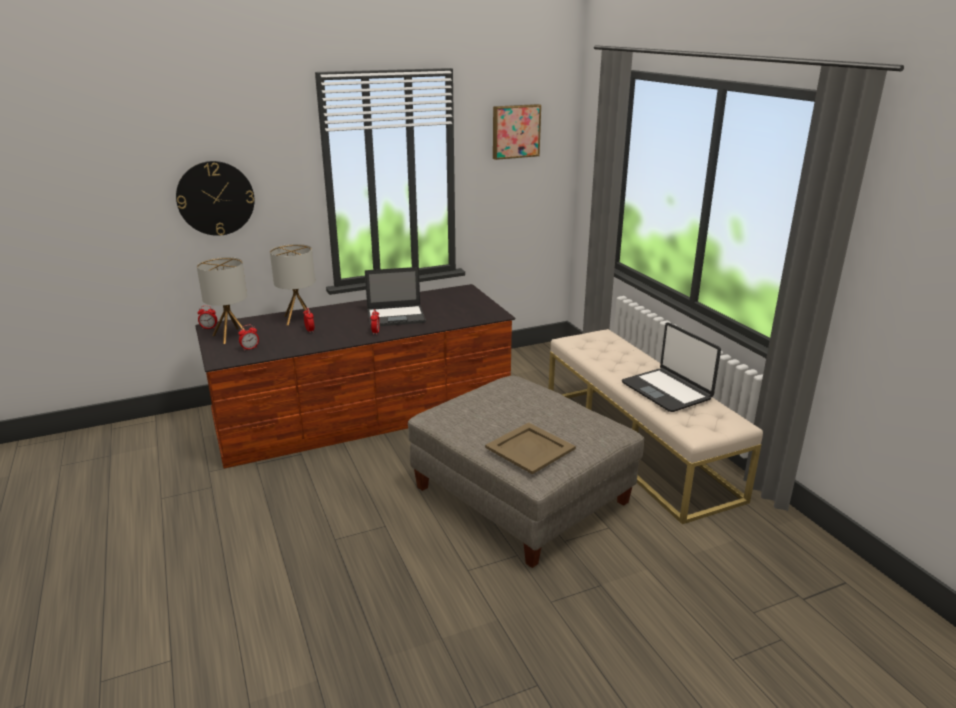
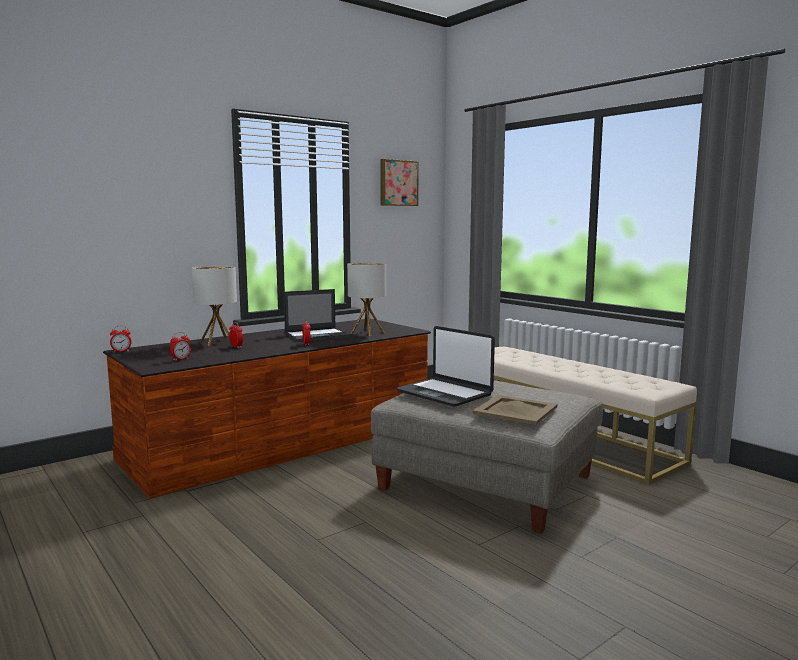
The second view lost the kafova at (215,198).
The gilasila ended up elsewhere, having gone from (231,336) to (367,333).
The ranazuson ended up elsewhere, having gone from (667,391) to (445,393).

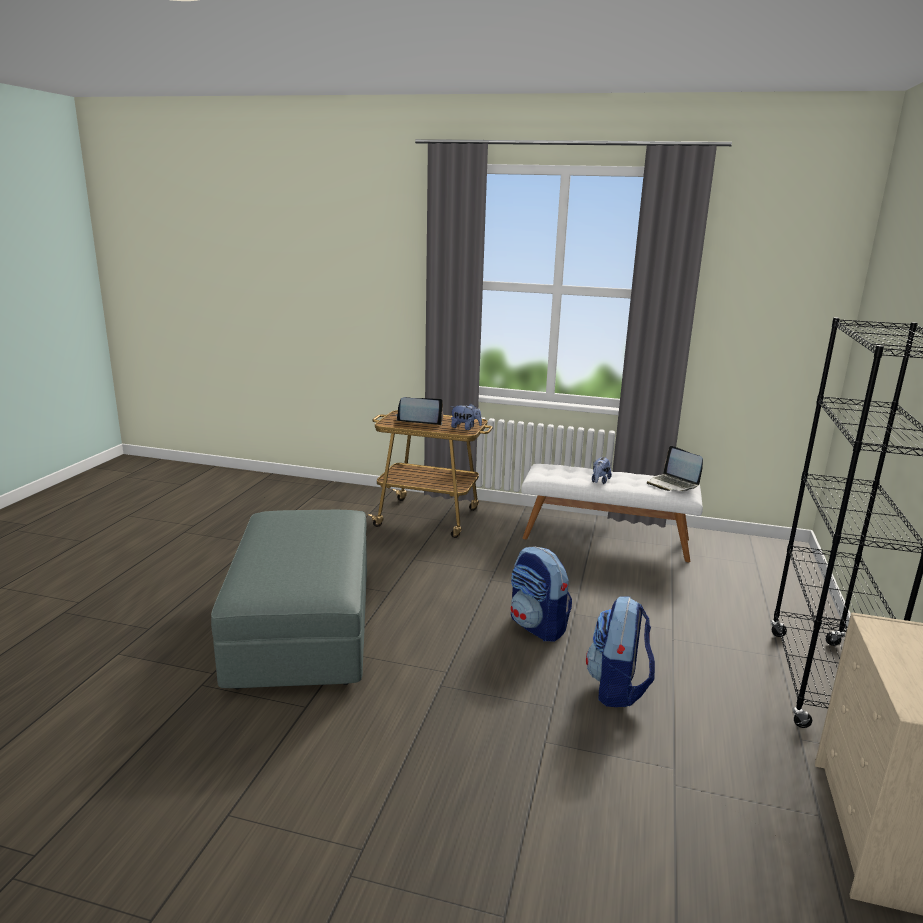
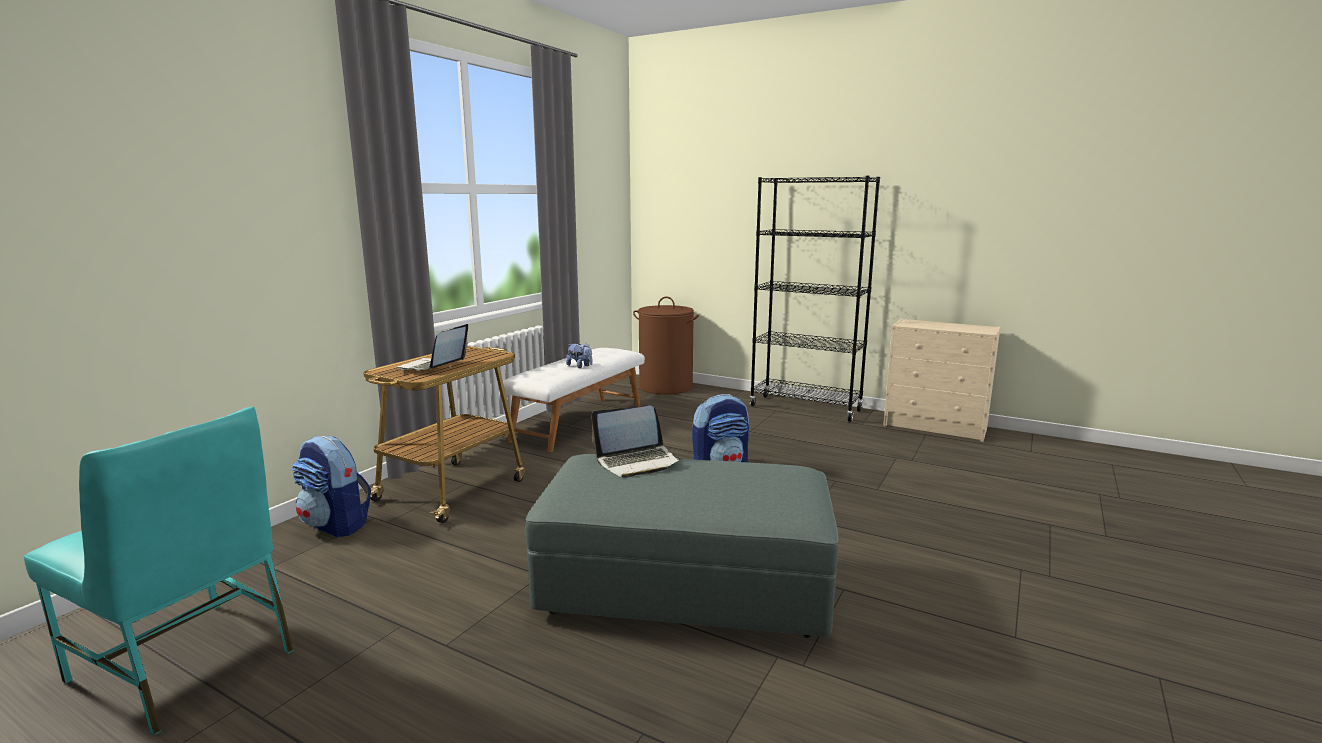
The second view lost the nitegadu at (465,428).
The ranazuson ended up elsewhere, having gone from (672,484) to (637,462).
The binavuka ended up elsewhere, having gone from (617,688) to (336,525).
The second view gained the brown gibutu at (665,387).
The second view gained the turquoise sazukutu at (186,665).

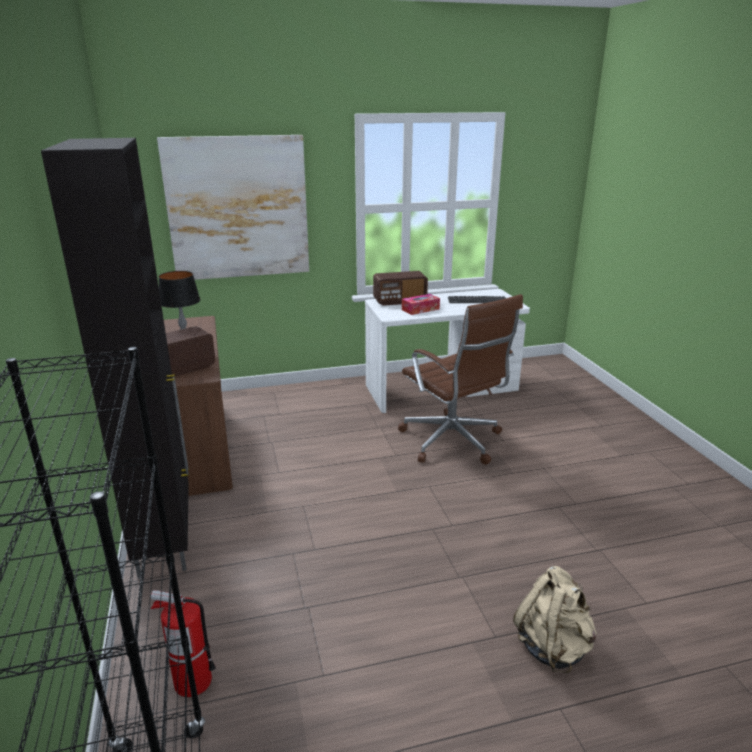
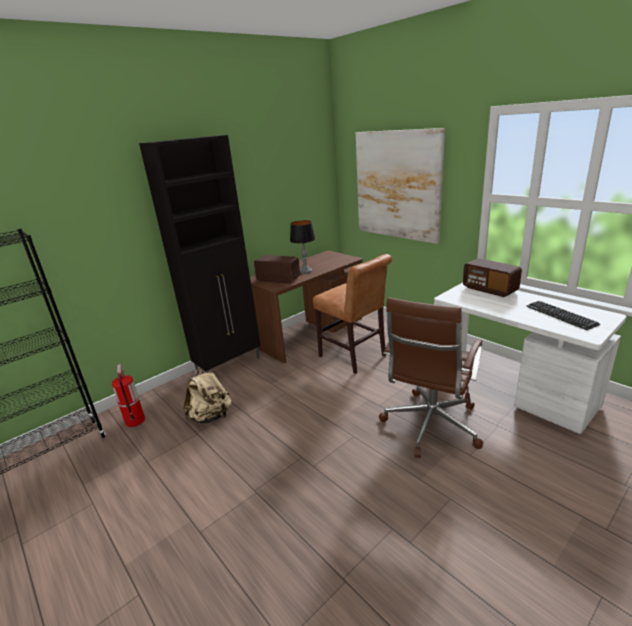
The second view lost the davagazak at (420,309).
The beige binavuka ended up elsewhere, having gone from (553,646) to (211,417).
The second view gained the brown sazukutu at (354,357).

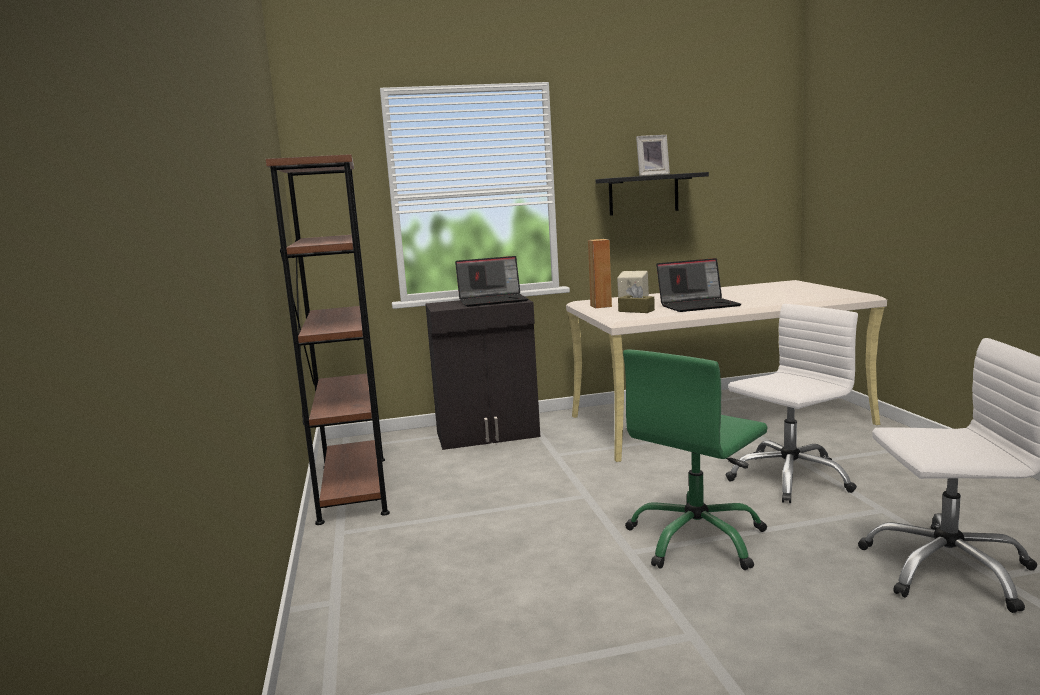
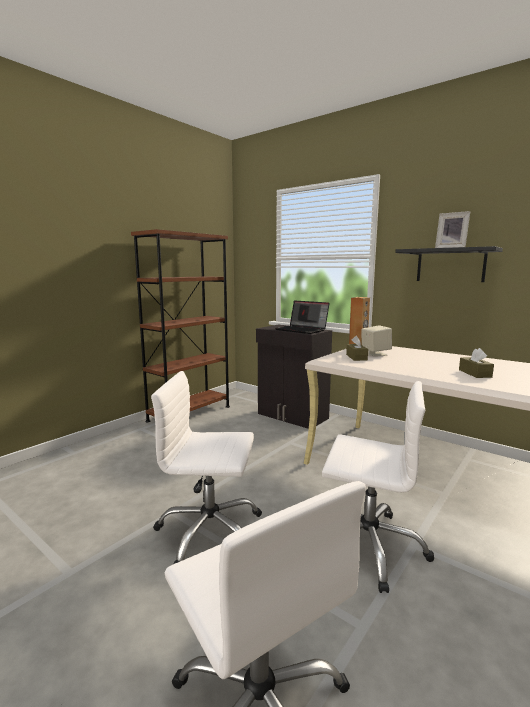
The second view lost the ranazuson at (699,305).
What was the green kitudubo at (697,539) turned into the white kitudubo at (210,532).
The second view gained the brown davagazak at (475,373).

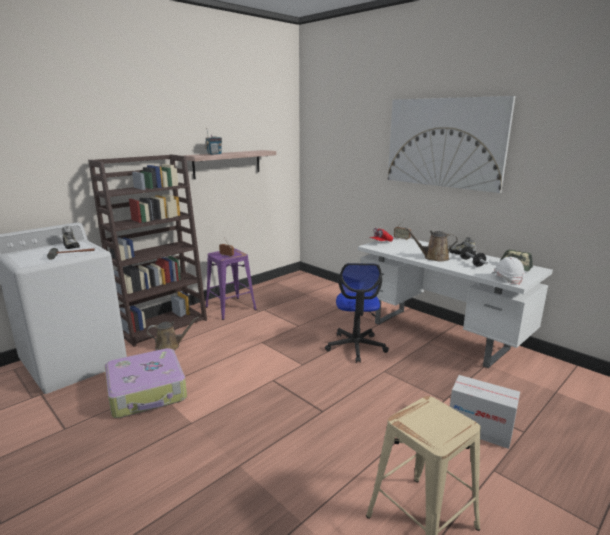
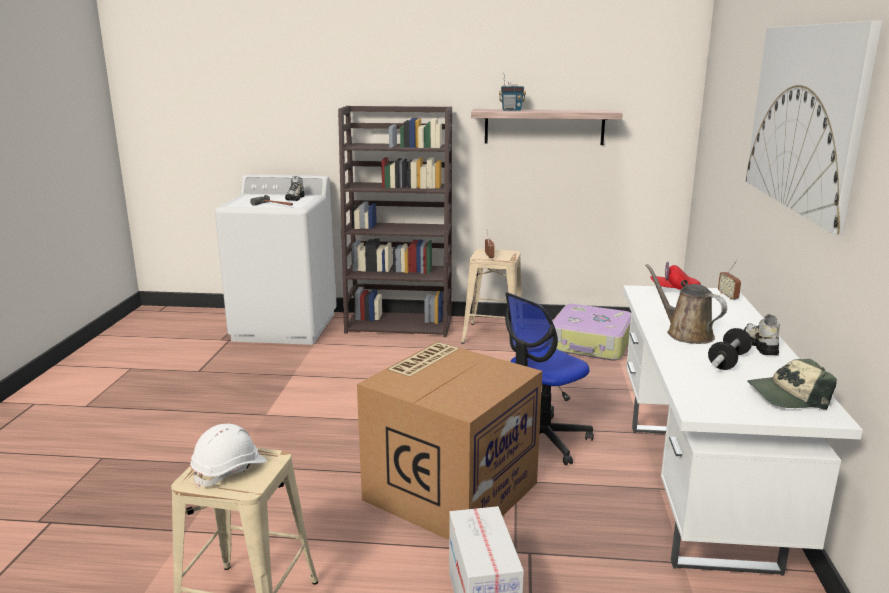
What was the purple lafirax at (230,308) turned into the beige lafirax at (493,335).
The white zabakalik ended up elsewhere, having gone from (507,278) to (230,470).
The second view lost the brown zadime at (170,346).
The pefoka ended up elsewhere, having gone from (147,392) to (591,344).
The second view gained the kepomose at (450,489).

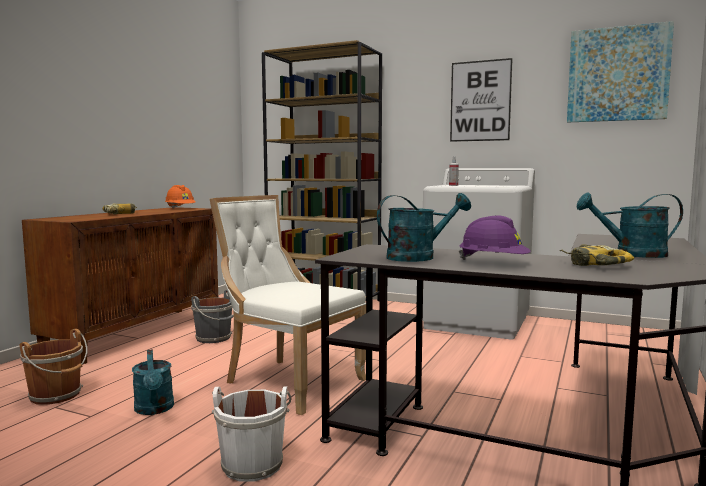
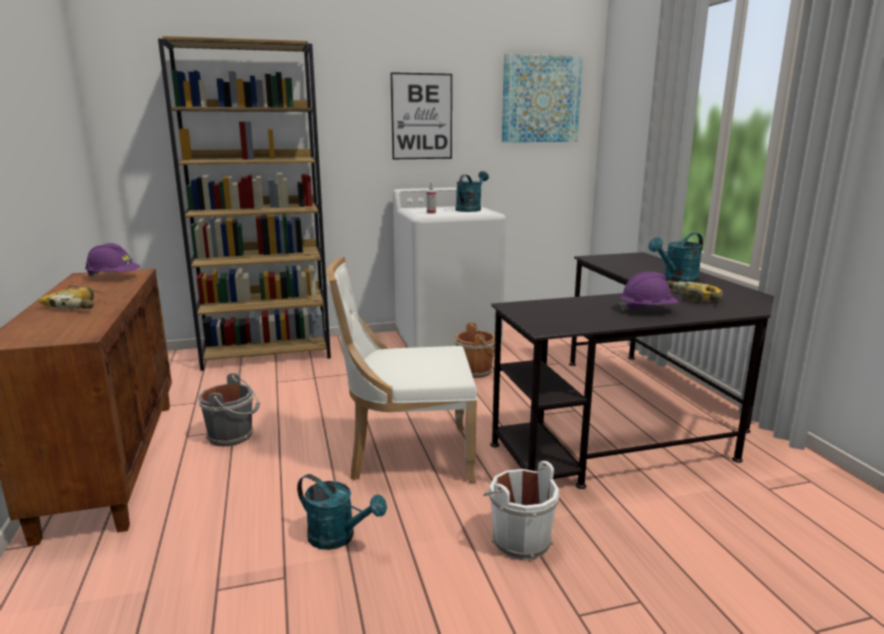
What was the orange zabakalik at (180,209) turned into the purple zabakalik at (113,277).
The turquoise zadime ended up elsewhere, having gone from (418,257) to (470,209).
The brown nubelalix ended up elsewhere, having gone from (57,395) to (476,371).

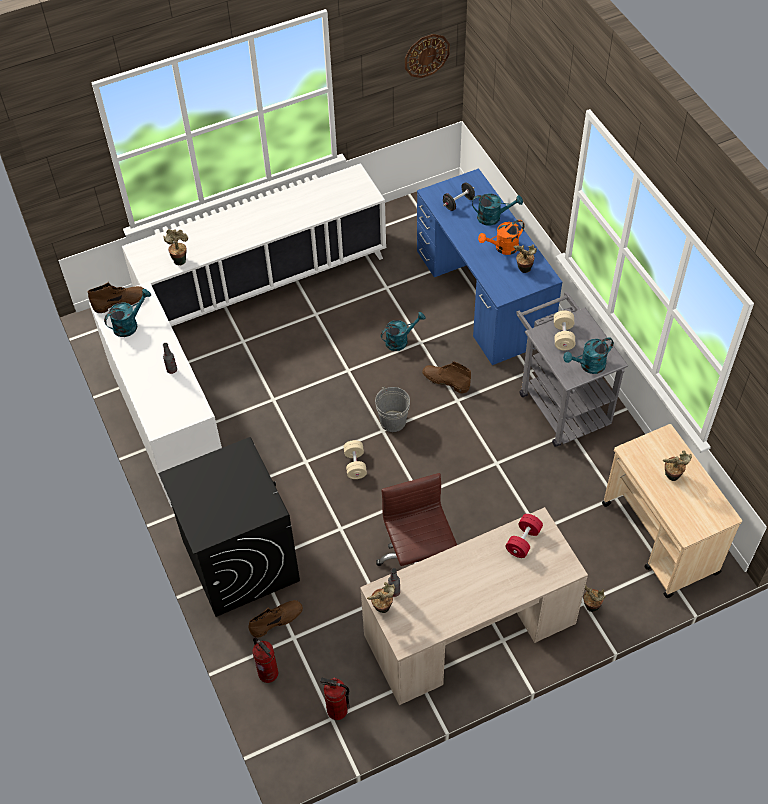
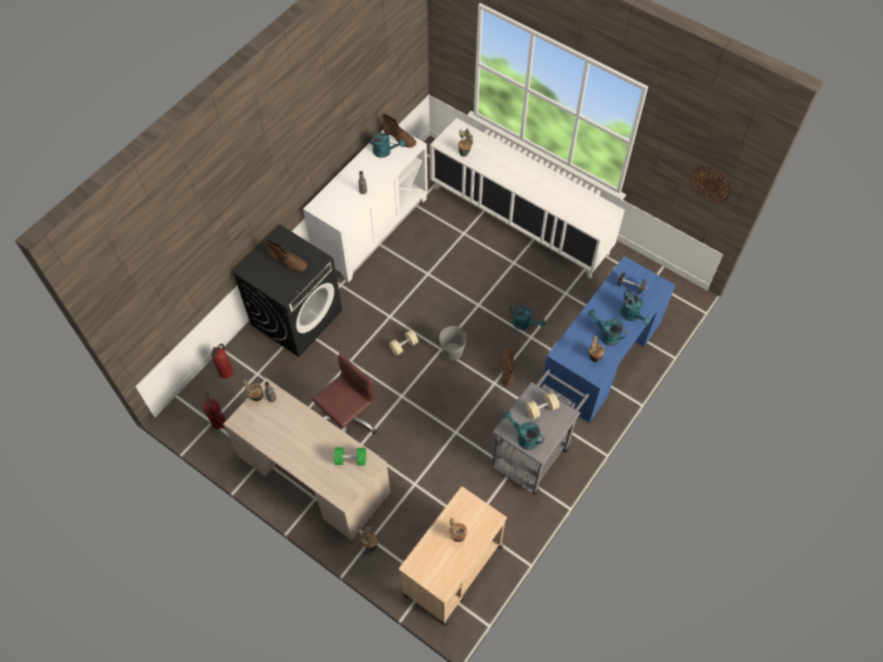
What was the orange zadime at (502,248) turned into the turquoise zadime at (605,335).
What was the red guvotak at (523,541) turned into the green guvotak at (351,459).
The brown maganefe ended up elsewhere, having gone from (276,620) to (288,261).

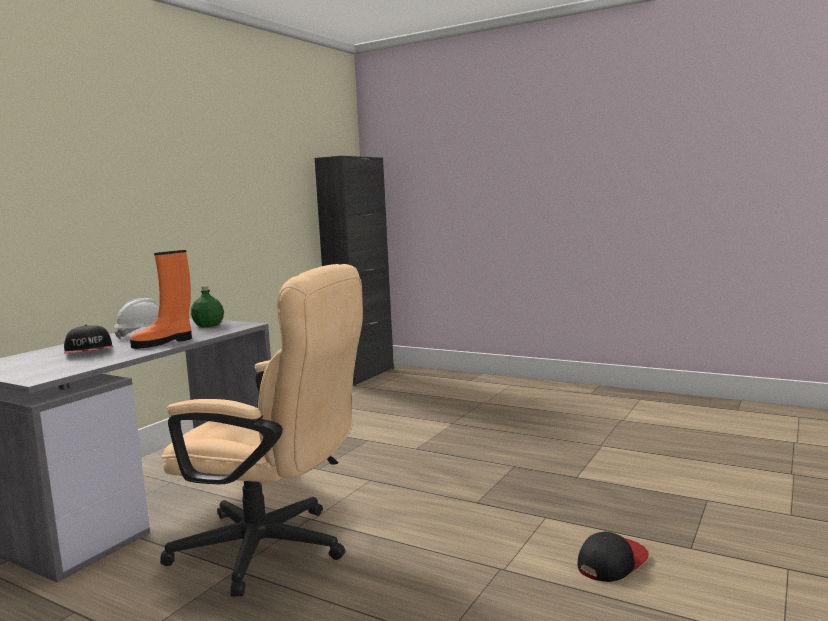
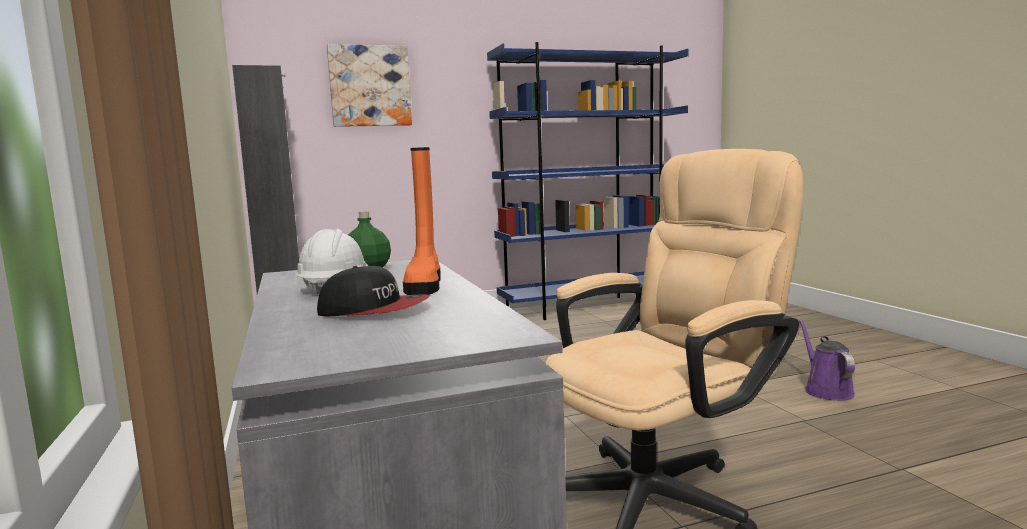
Where the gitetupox stood at (611,562), the purple zadime came to stand at (826,390).
The second view gained the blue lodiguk at (593,306).
The second view gained the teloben at (370,86).

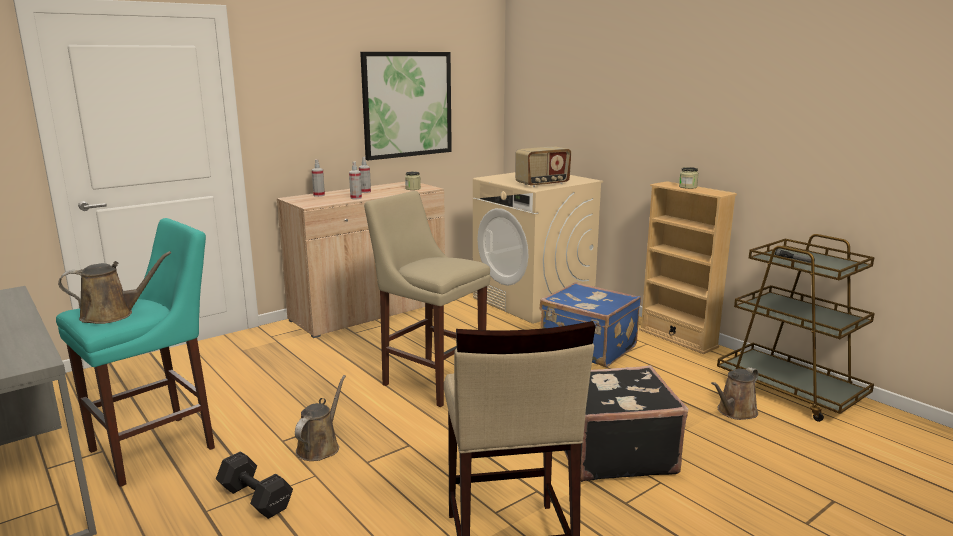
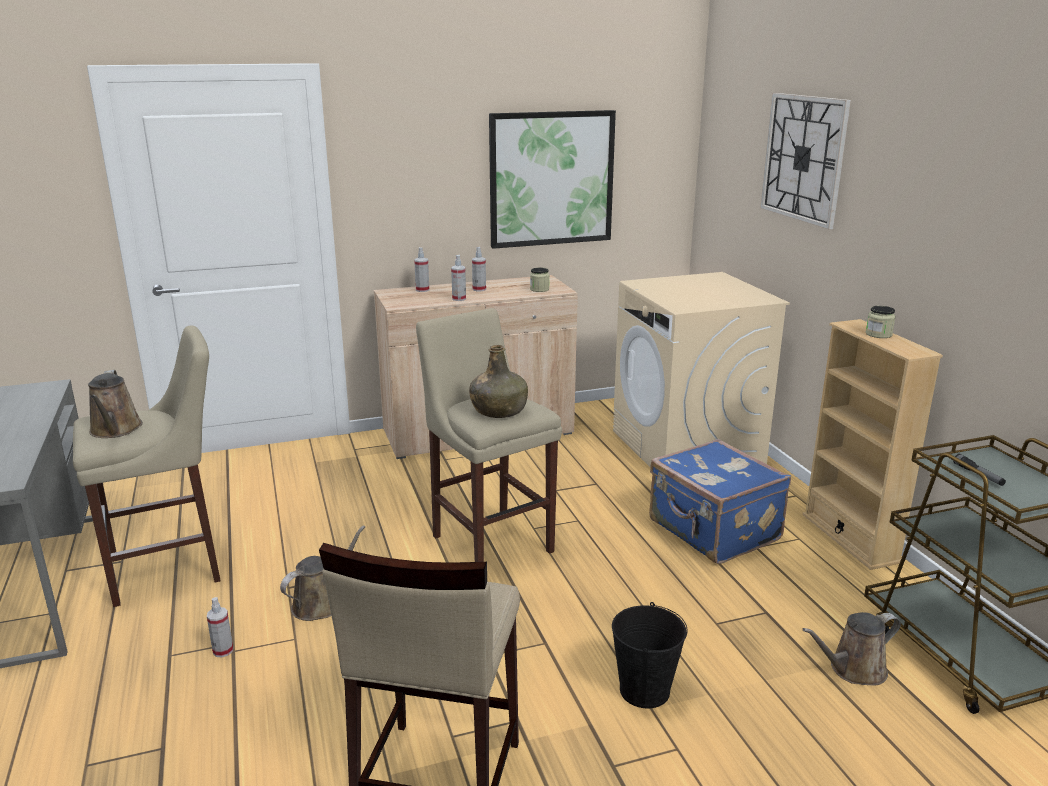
The second view lost the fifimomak at (543,184).
What was the turquoise lafirax at (159,447) turned into the beige lafirax at (172,568).
The brown zadime at (112,314) ended up facing another way, 75 degrees clockwise from before.
Where the black pefoka stood at (612,452), the black nubelalix came to stand at (644,690).
Where the black guvotak stood at (255,497), the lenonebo came to stand at (223,651).
The second view gained the kafova at (804,158).
The second view gained the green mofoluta at (499,410).

